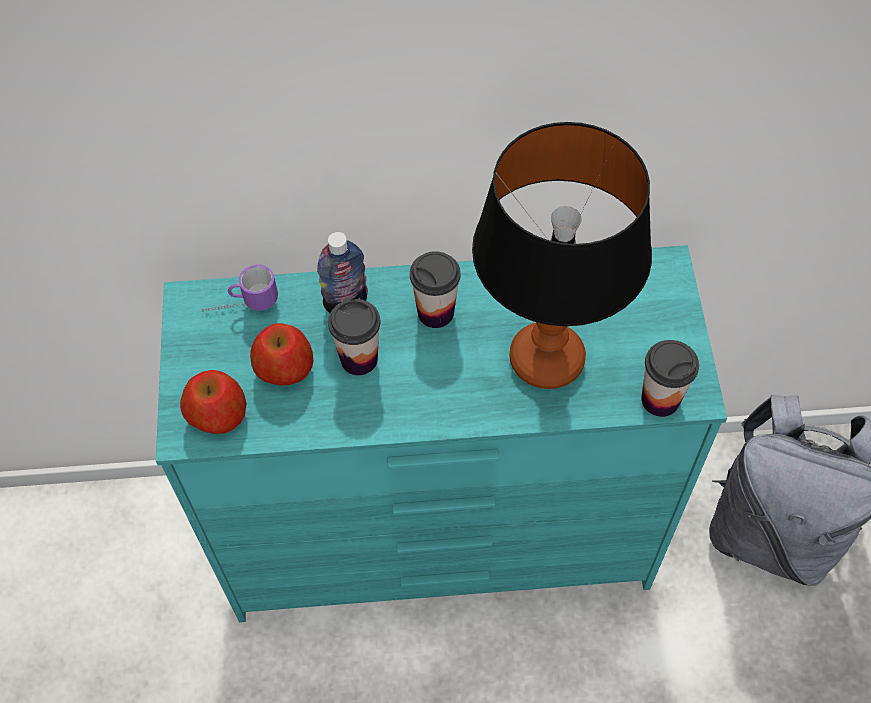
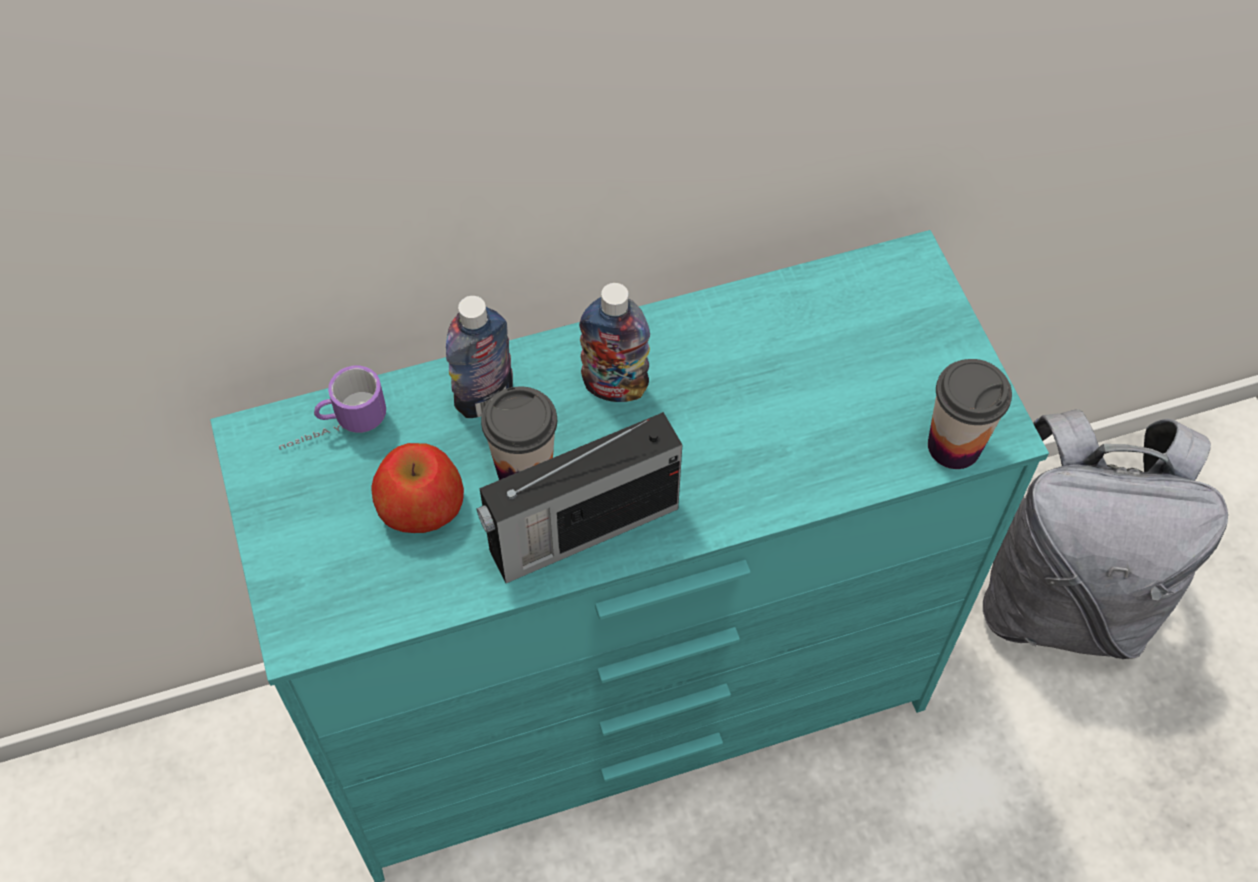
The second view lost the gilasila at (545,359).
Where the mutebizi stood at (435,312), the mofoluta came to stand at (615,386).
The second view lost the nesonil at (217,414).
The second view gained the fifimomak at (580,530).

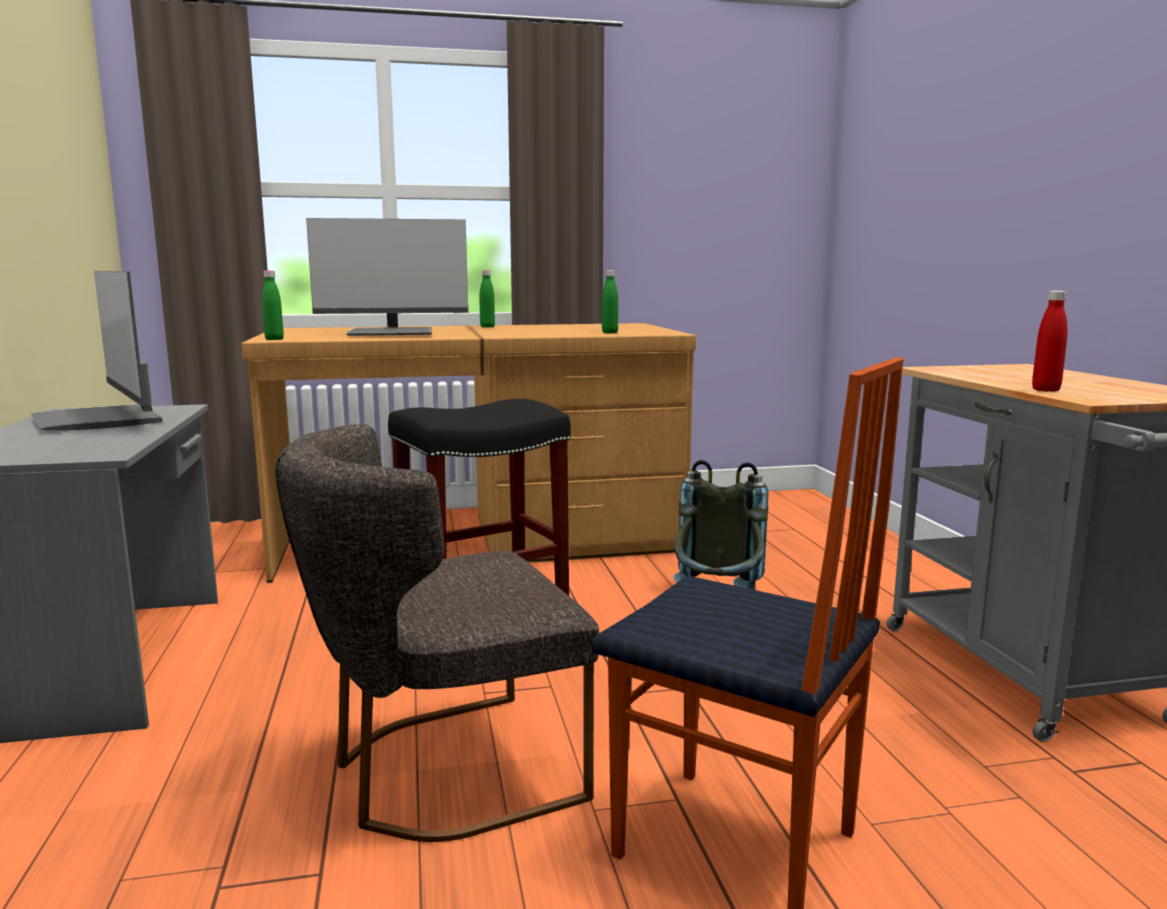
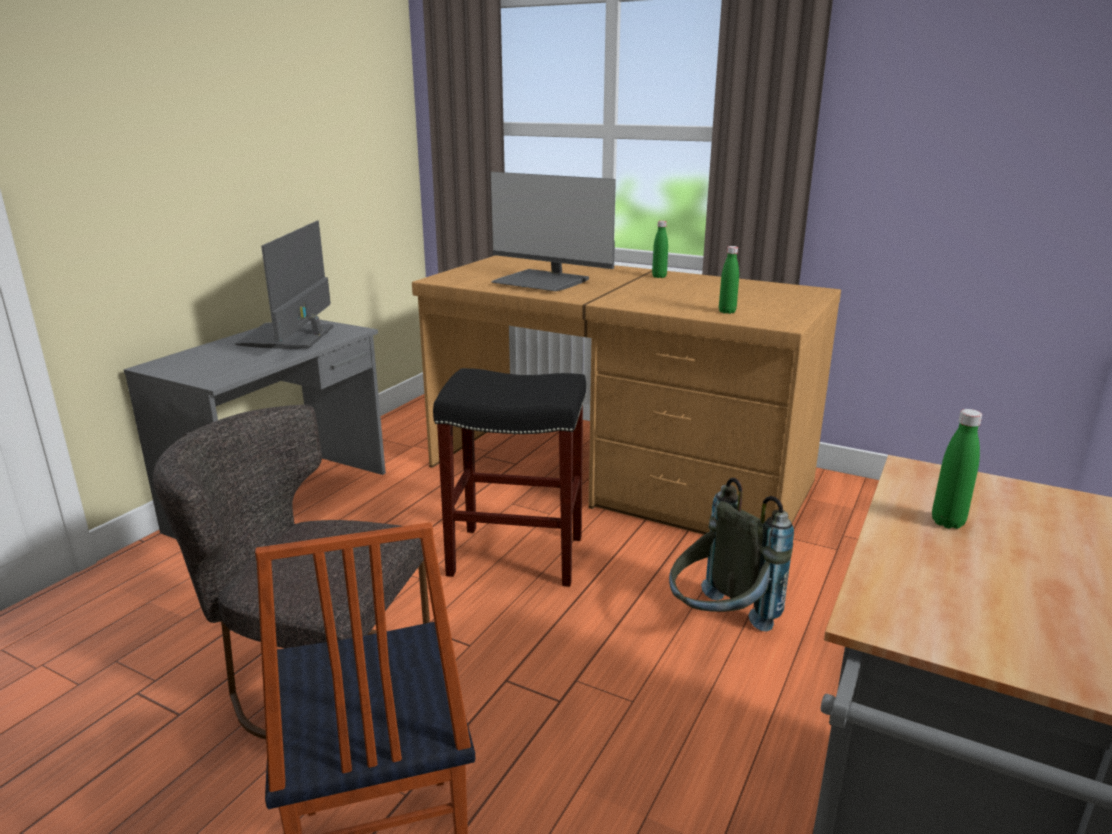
The green mofoluta ended up elsewhere, having gone from (274,339) to (947,522).
The second view lost the red mofoluta at (1045,390).

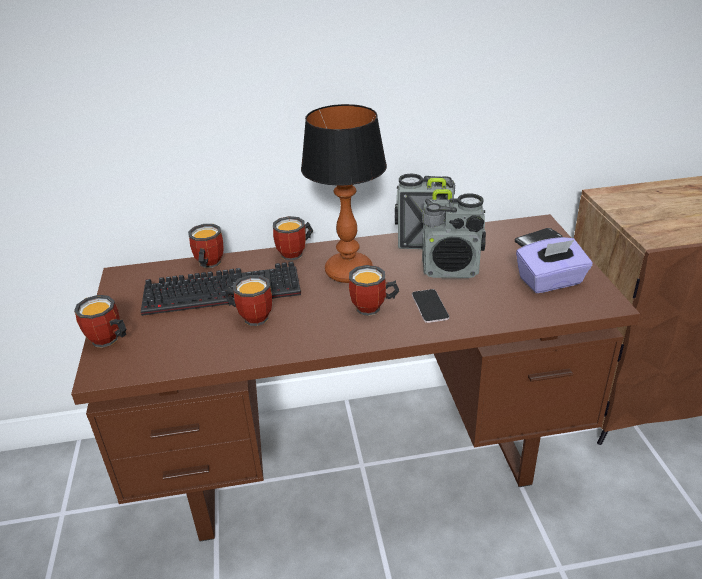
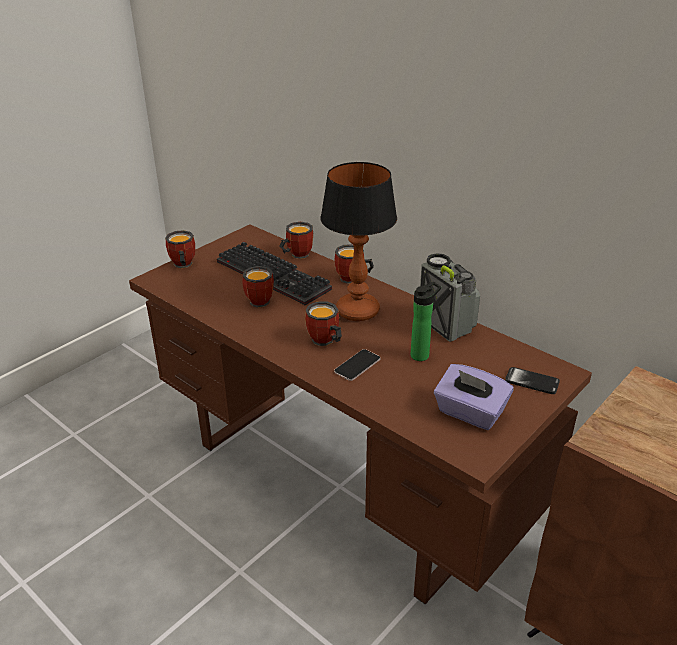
Where the fifimomak stood at (451,269), the mofoluta came to stand at (422,354).

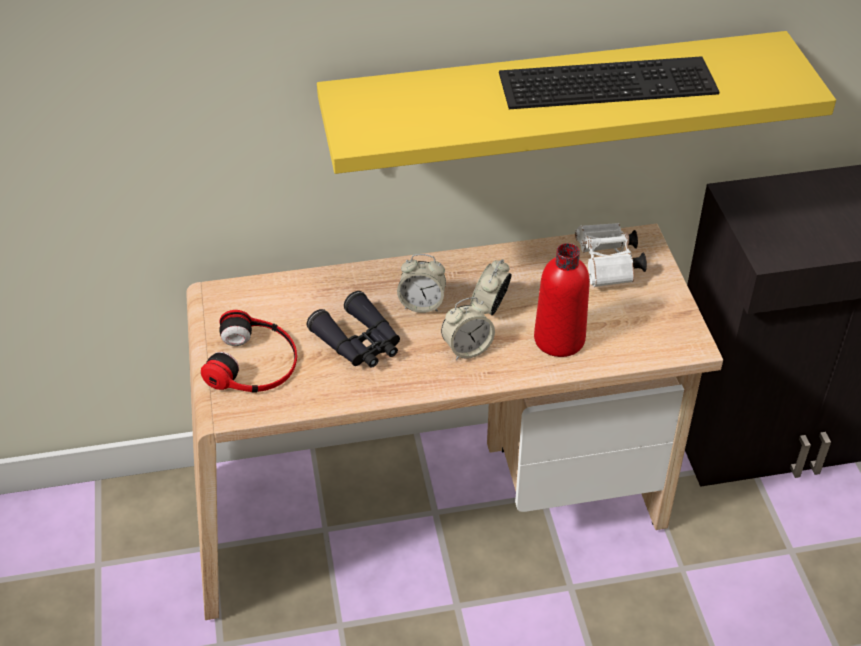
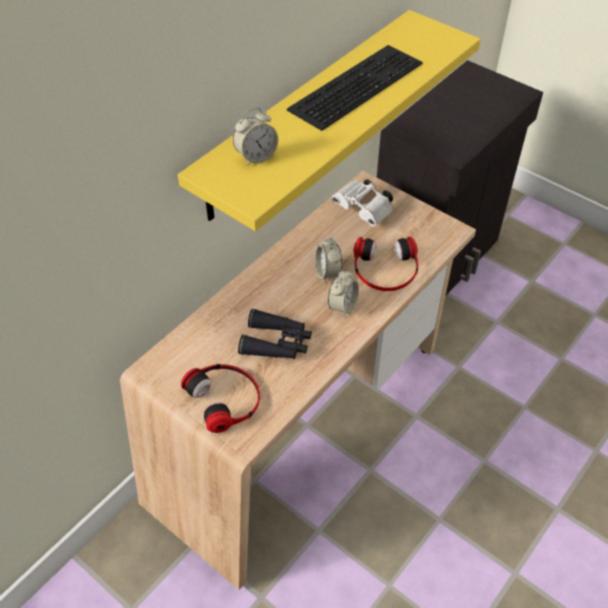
Where the red mofoluta stood at (559,339), the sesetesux came to stand at (385,269).
The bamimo ended up elsewhere, having gone from (422,304) to (256,157).

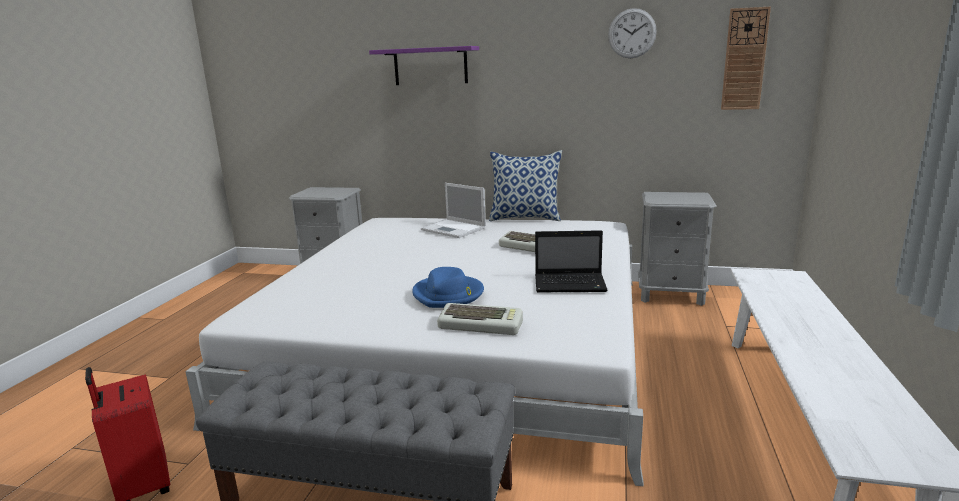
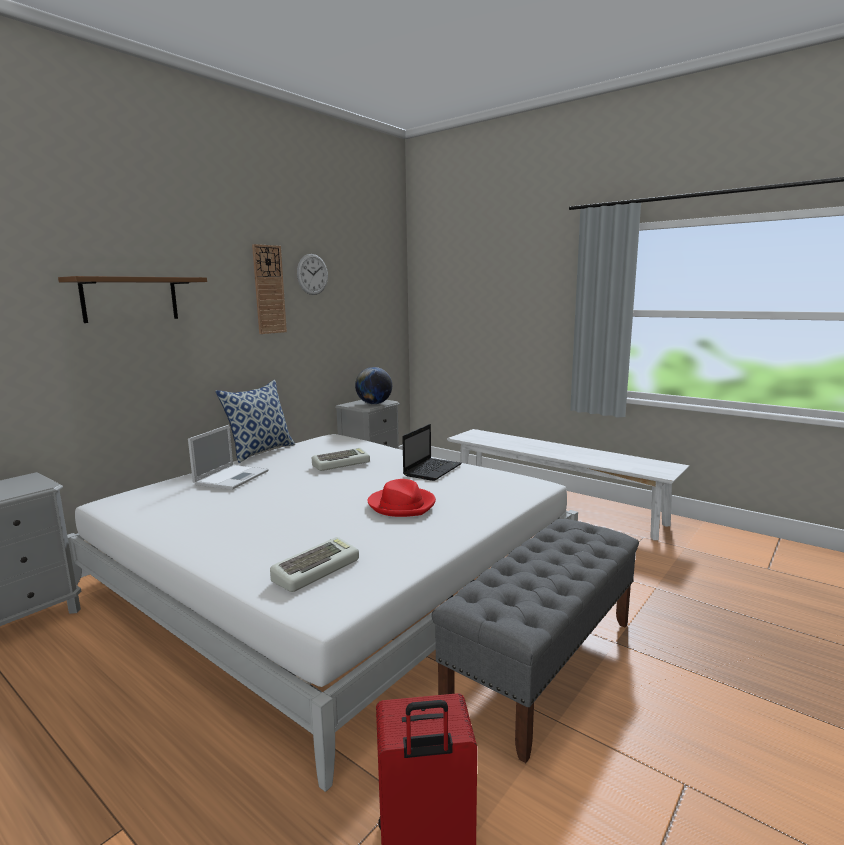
The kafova ended up elsewhere, having gone from (744,59) to (269,289).
What was the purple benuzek at (430,66) turned into the brown benuzek at (130,299).
The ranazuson at (454,229) ended up facing another way, 45 degrees counterclockwise from before.
What was the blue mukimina at (448,294) turned into the red mukimina at (402,505).
The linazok ended up elsewhere, having gone from (481,325) to (316,569).
The second view gained the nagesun at (374,404).

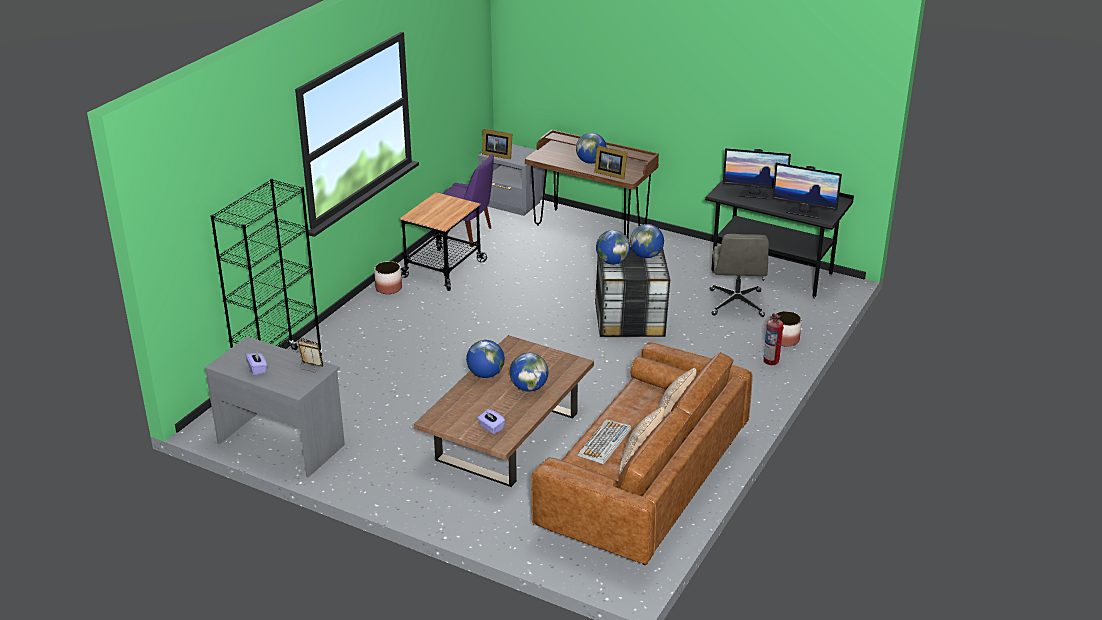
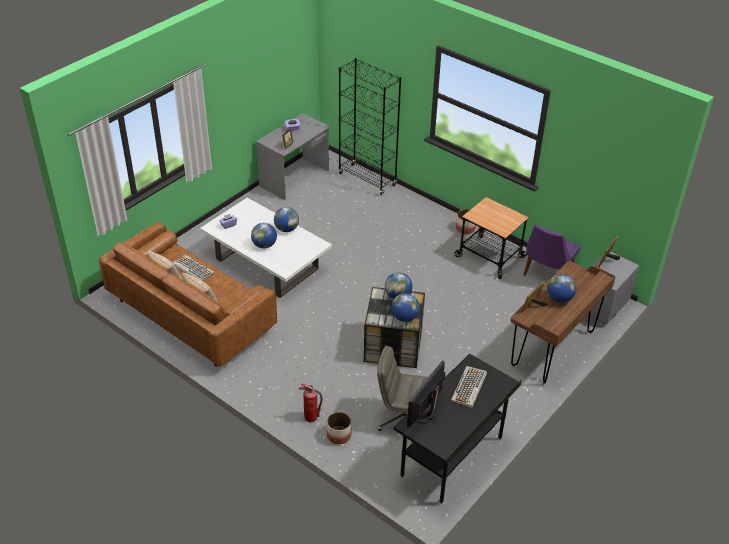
Where the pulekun stood at (754,194), the linazok came to stand at (469,387).
What was the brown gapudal at (508,437) turned into the white gapudal at (266,264).

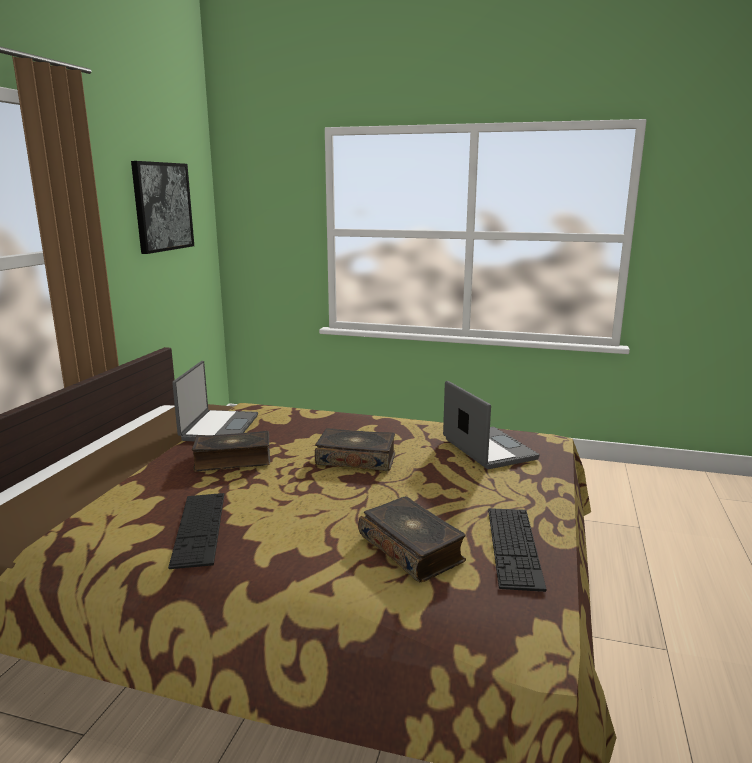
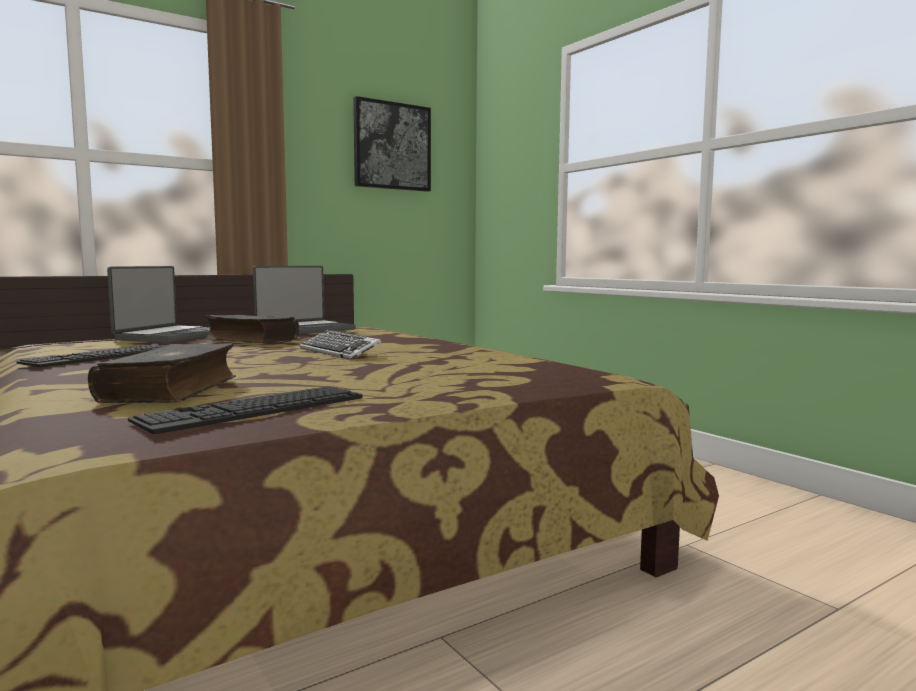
The ranazuson ended up elsewhere, having gone from (487,449) to (170,336).
Where the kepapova stood at (356,459), the linazok came to stand at (339,352).

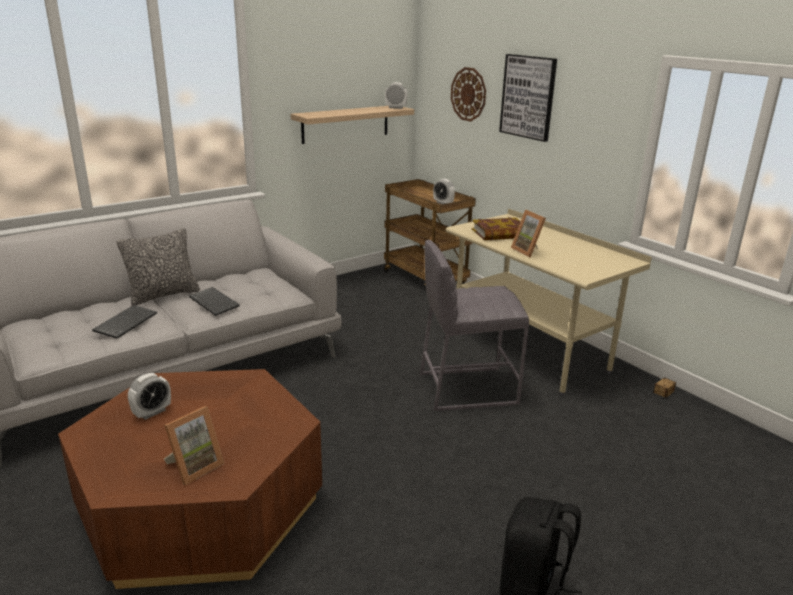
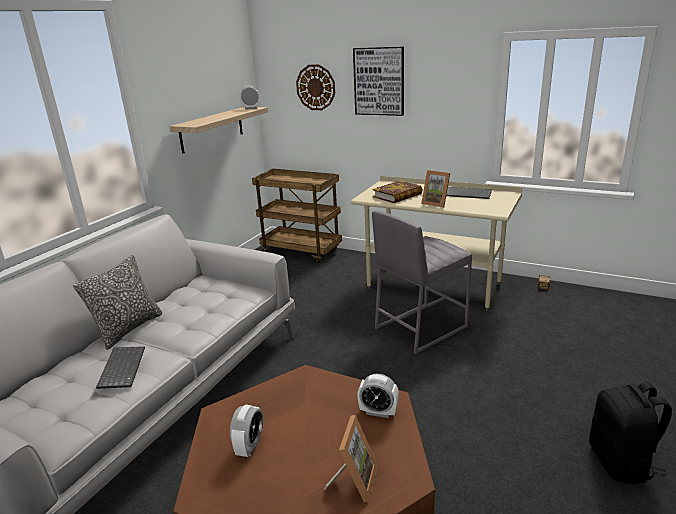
The bamimo ended up elsewhere, having gone from (443,203) to (378,412).
The linazok ended up elsewhere, having gone from (215,302) to (468,194).

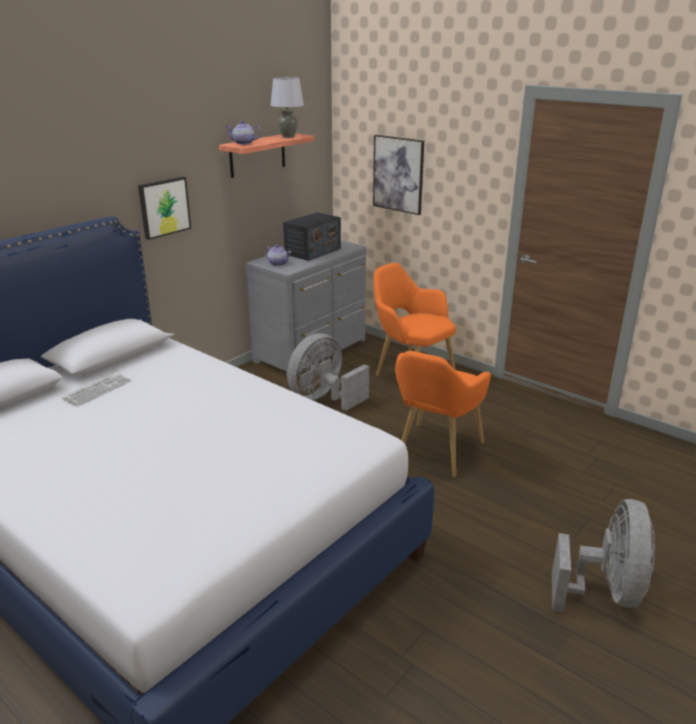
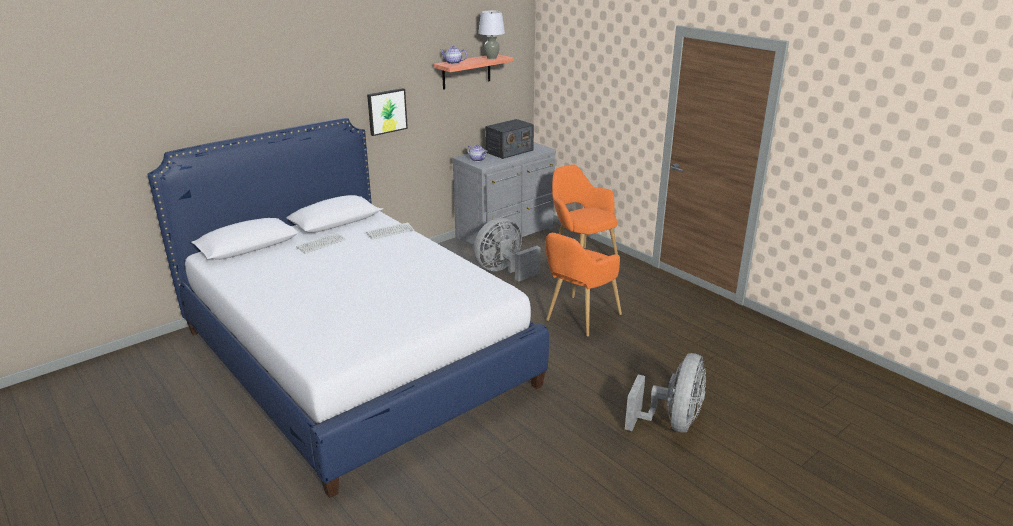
The second view lost the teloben at (398,174).
The second view gained the linazok at (390,232).

